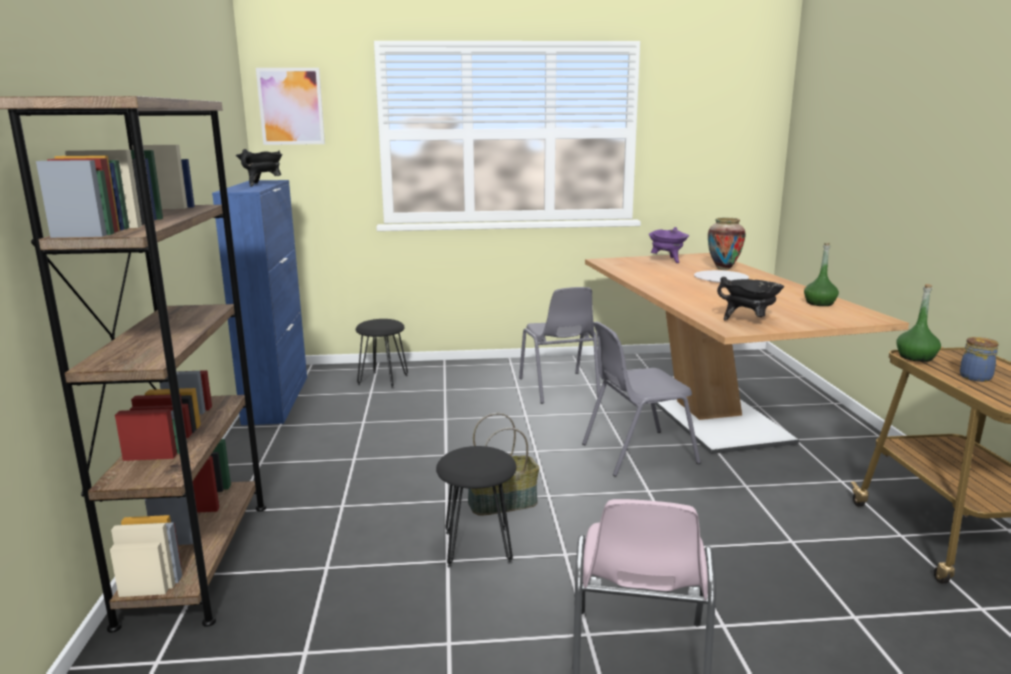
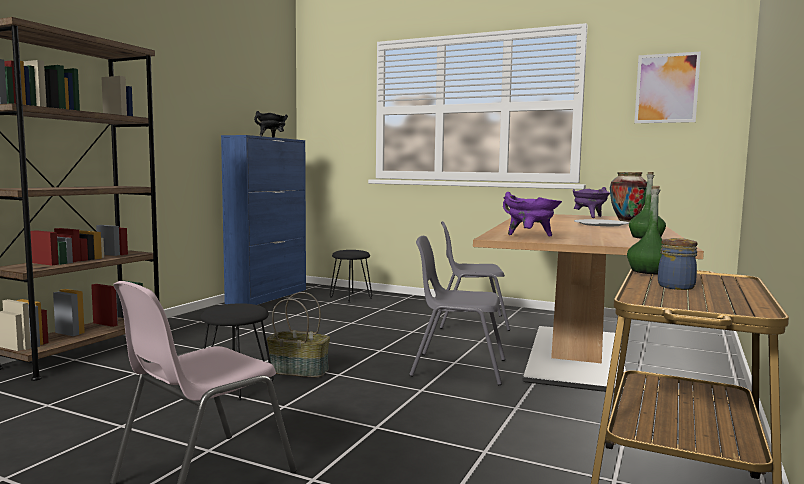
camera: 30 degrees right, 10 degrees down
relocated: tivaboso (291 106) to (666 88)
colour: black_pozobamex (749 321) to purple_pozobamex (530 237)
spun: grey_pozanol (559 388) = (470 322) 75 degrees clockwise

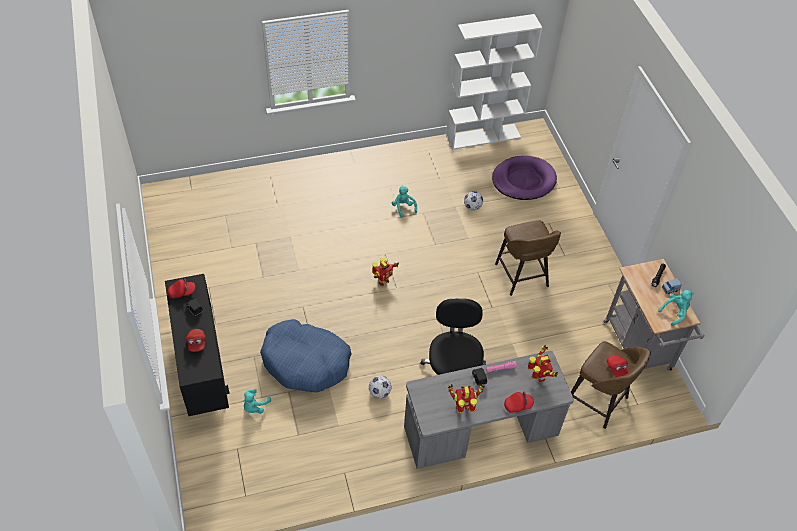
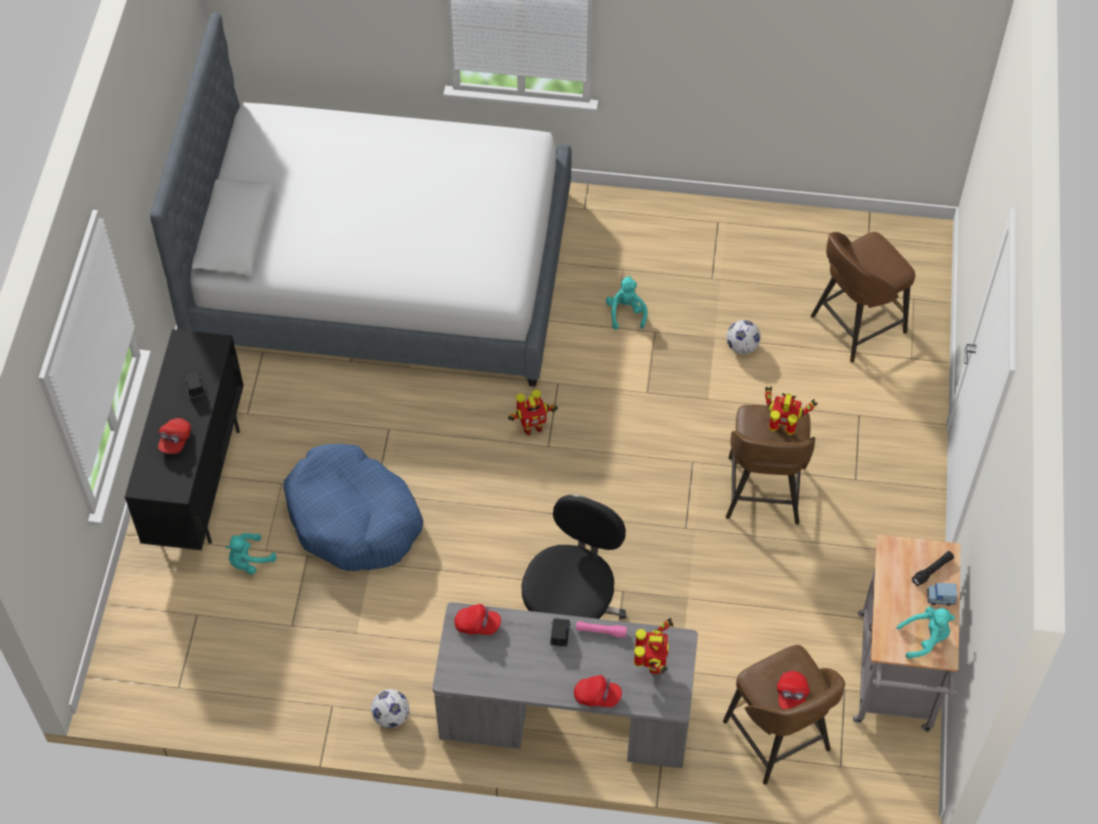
camera: 25 degrees right, 5 degrees up
missing: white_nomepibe (483 136)
appeared: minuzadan (381 268)
relocated: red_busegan (182 292) to (477 625); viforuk (379 392) to (391 716); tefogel (463 408) to (783 429)
exchanged: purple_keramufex (523 180) to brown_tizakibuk (855 325)

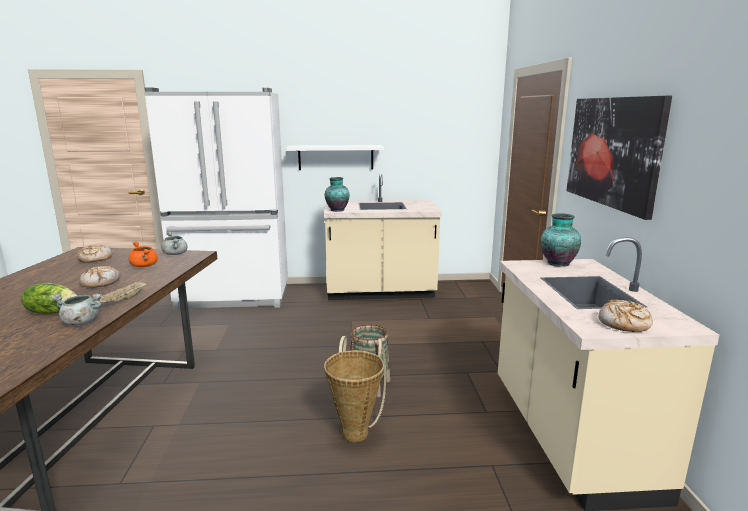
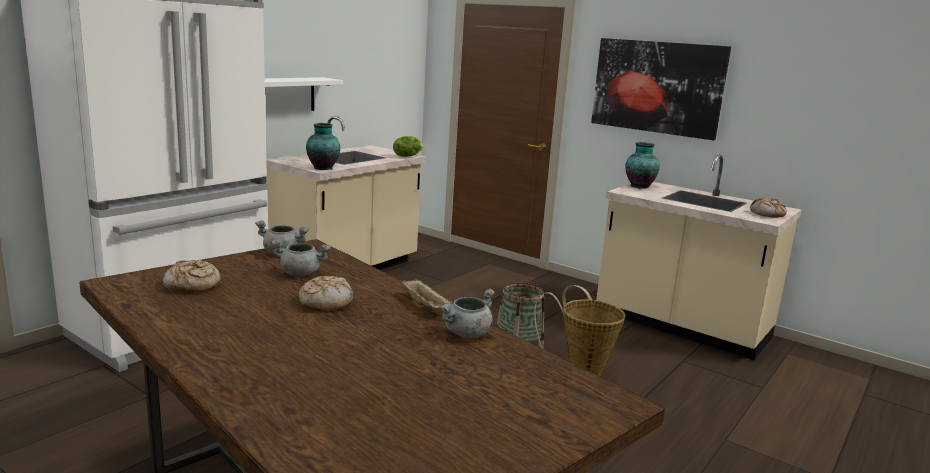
camera: 50 degrees left, 0 degrees up
relocated: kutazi (52 312) to (407 156)
colour: orange_pozobamex (145 266) to grey_pozobamex (301 273)

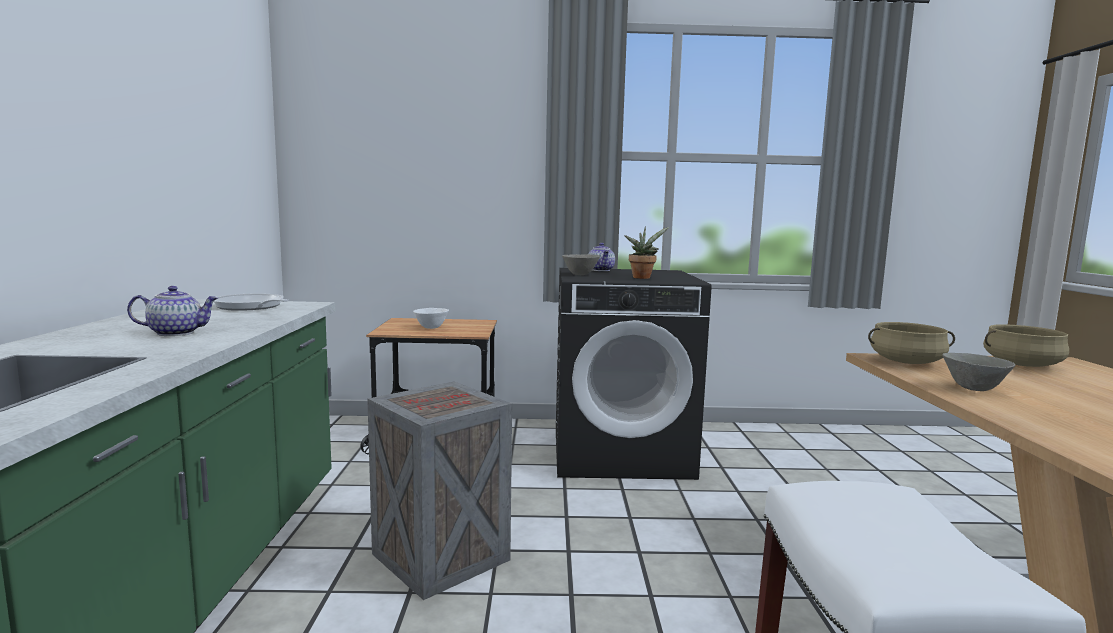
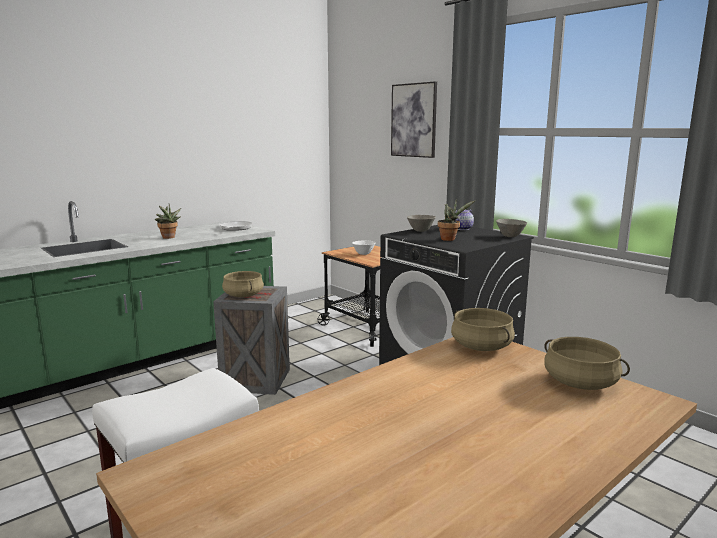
camera: 50 degrees right, 5 degrees up
appeared: beige_pozobamex (244 295); tivaboso (414 120)
relocated: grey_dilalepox (974 389) to (510 236)
exchanged: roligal (177 333) to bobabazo (169 237)

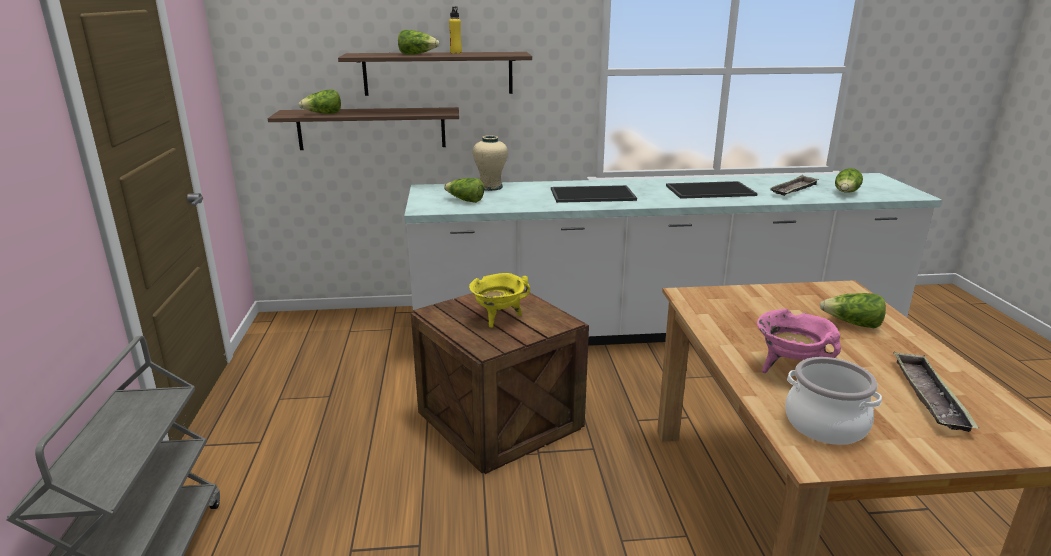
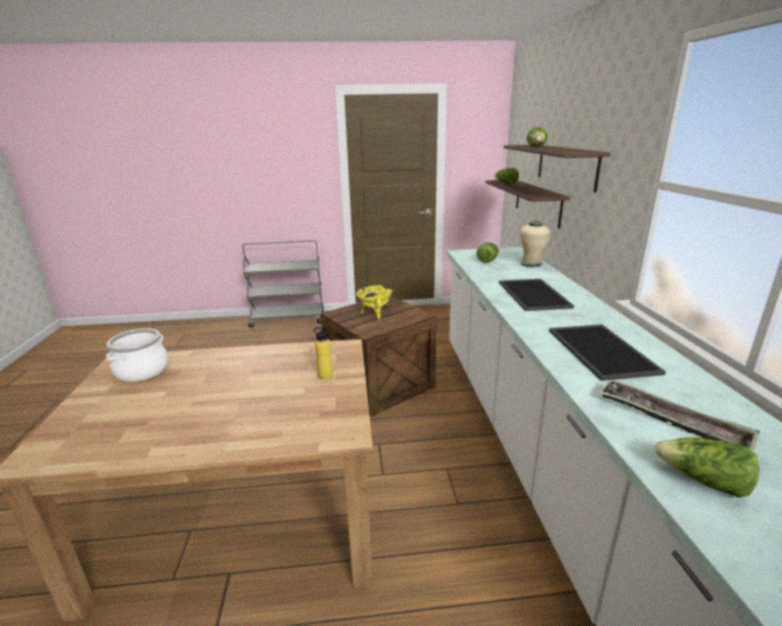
camera: 90 degrees right, 0 degrees up
missing: pink_pozobamex (790 370); kutazi (852 324); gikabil (929 396)
relocated: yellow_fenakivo (456 53) to (325 375)

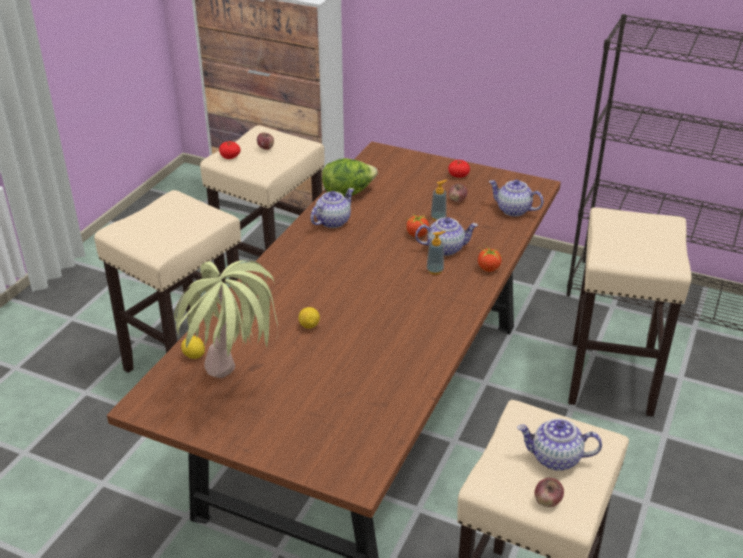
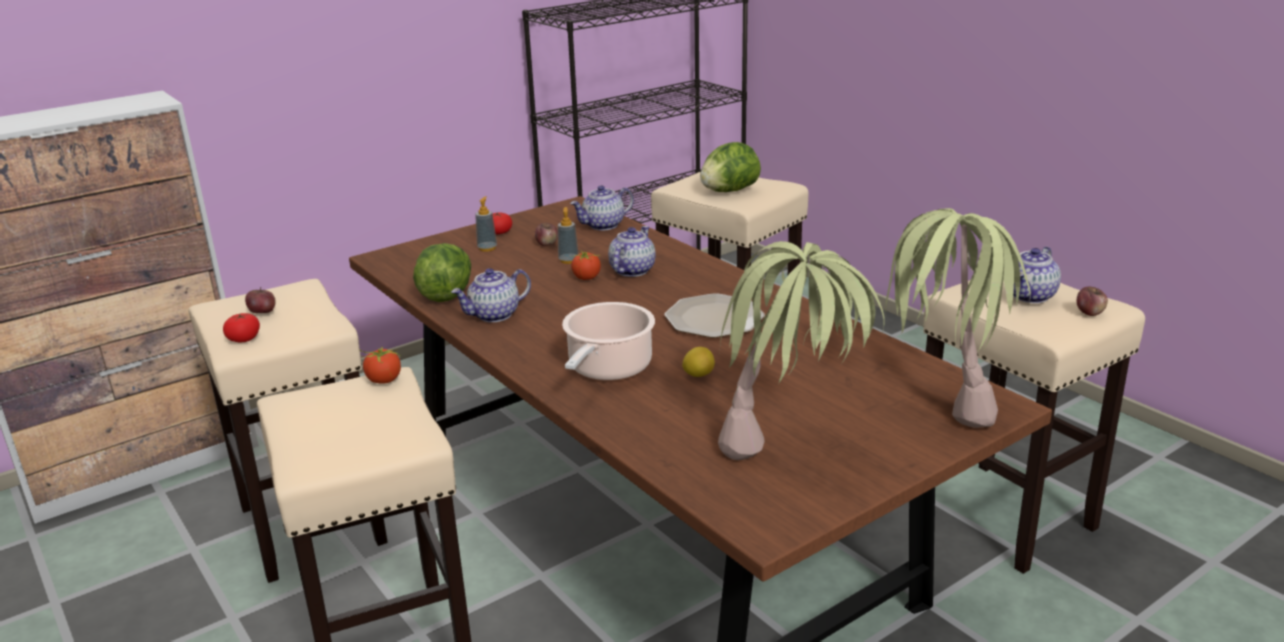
camera: 60 degrees left, 10 degrees down
missing: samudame (194 356)
appeared: pozobamex (608 368); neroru (714 318); kutazi (729 191); bobabazo (941 401)
relocated: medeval (435 270) to (487 248); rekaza (488 268) to (383 380)
spun: roligal (332 221) = (494 315) 105 degrees counterclockwise

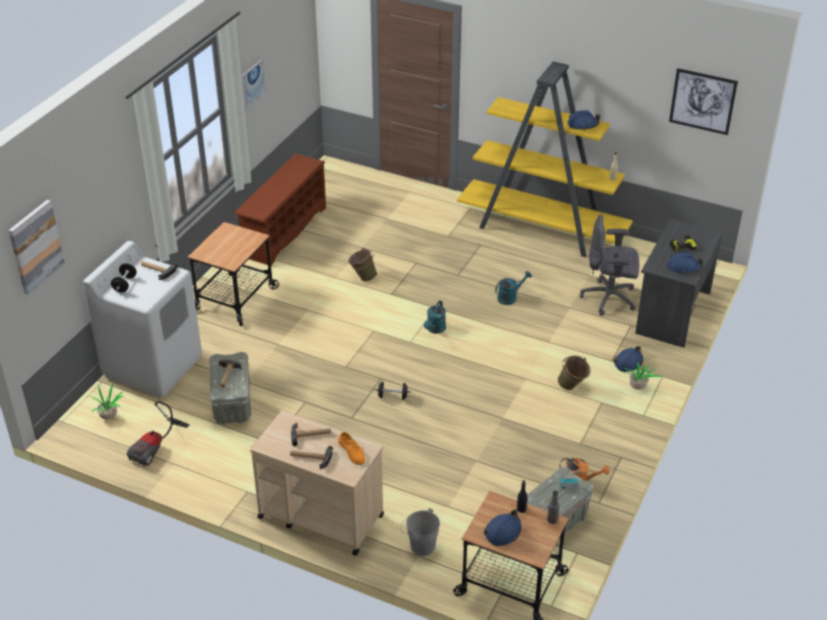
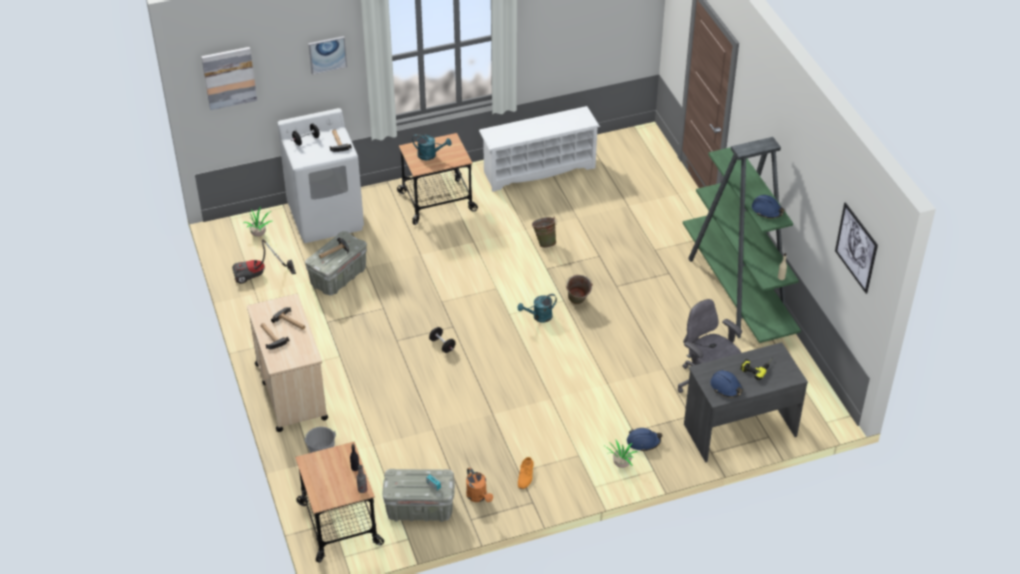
camera: 45 degrees right, 5 degrees up
missing: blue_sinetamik (503 532)
relocated: tivaboso (252 83) to (327 54); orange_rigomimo (352 452) to (526 475); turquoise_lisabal (510 297) to (430 155); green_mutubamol (572 387) to (577 303)
colour: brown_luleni (284 231) to white_luleni (539 169); yellow_nomepibe (542 230) to green_nomepibe (737 293)

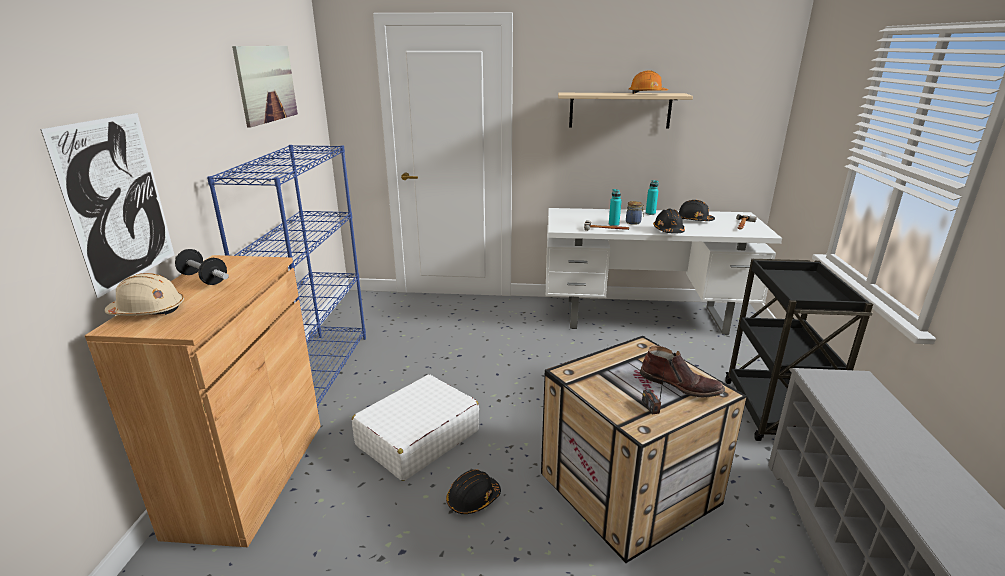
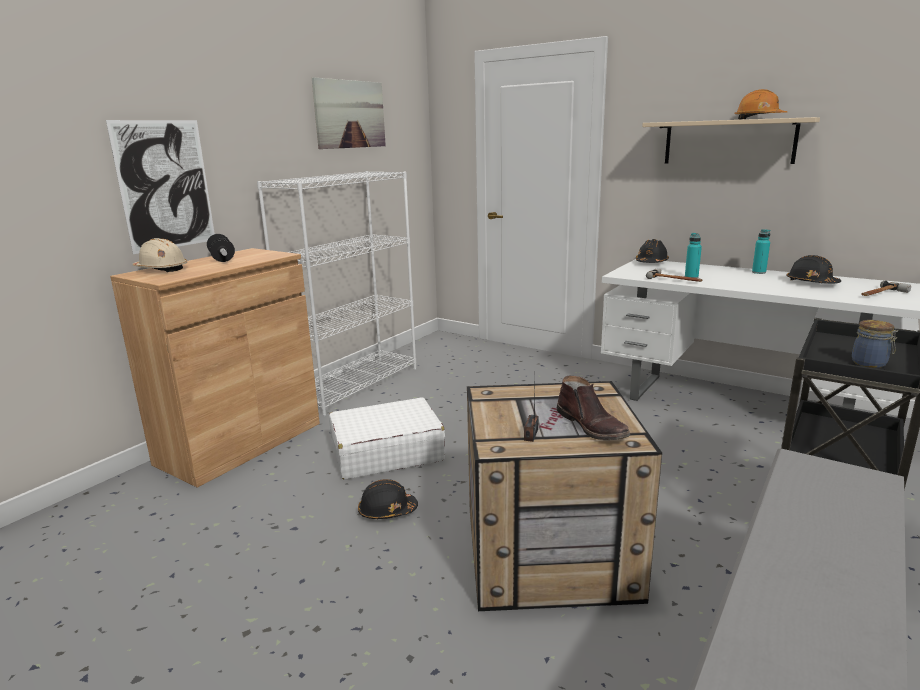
camera: 30 degrees right, 5 degrees down
relocated: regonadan (634 222) to (870 363); black_sinetamik (668 231) to (651 263)
colour: blue_nomepibe (318 371) to white_nomepibe (355 385)

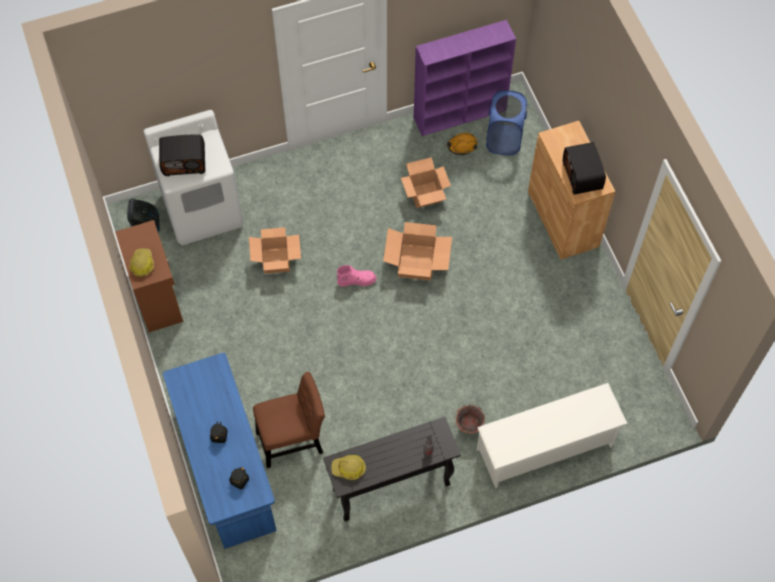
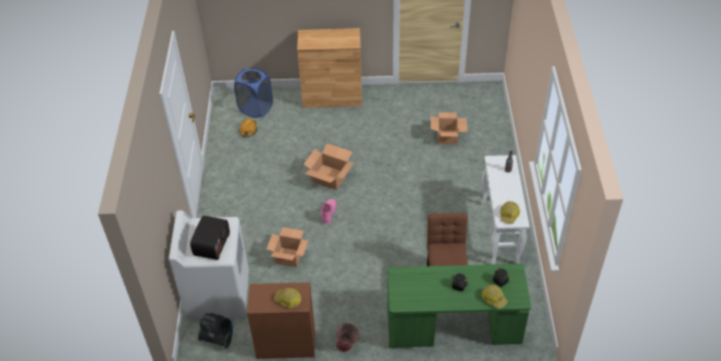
camera: 70 degrees left, 15 degrees down
missing: purple_nomepibe (460 113); white_luleni (545 448); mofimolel (583 175)
appeared: sinetamik (493 298)
relocated: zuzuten (425 194) to (447 137); mutubamol (467 429) to (347 347)
colour: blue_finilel (226 467) to green_finilel (453 329); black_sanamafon (390 487) to white_sanamafon (500 234)

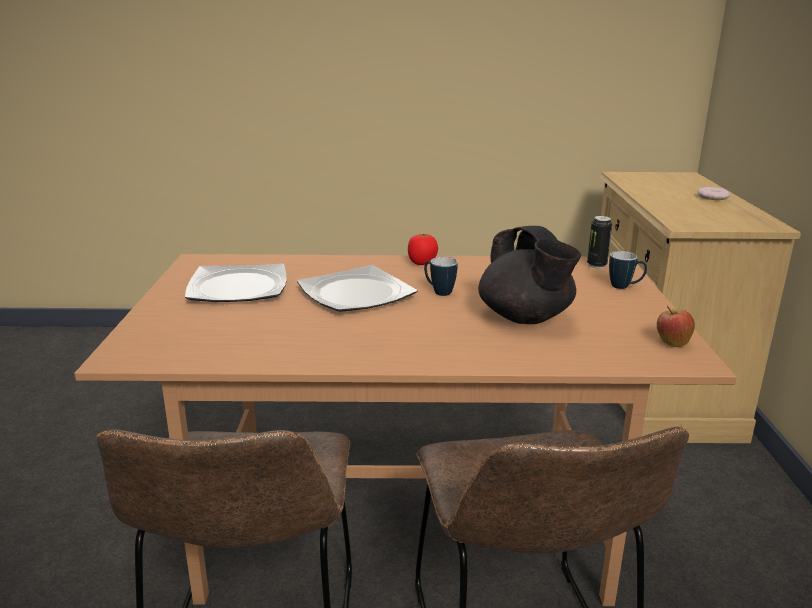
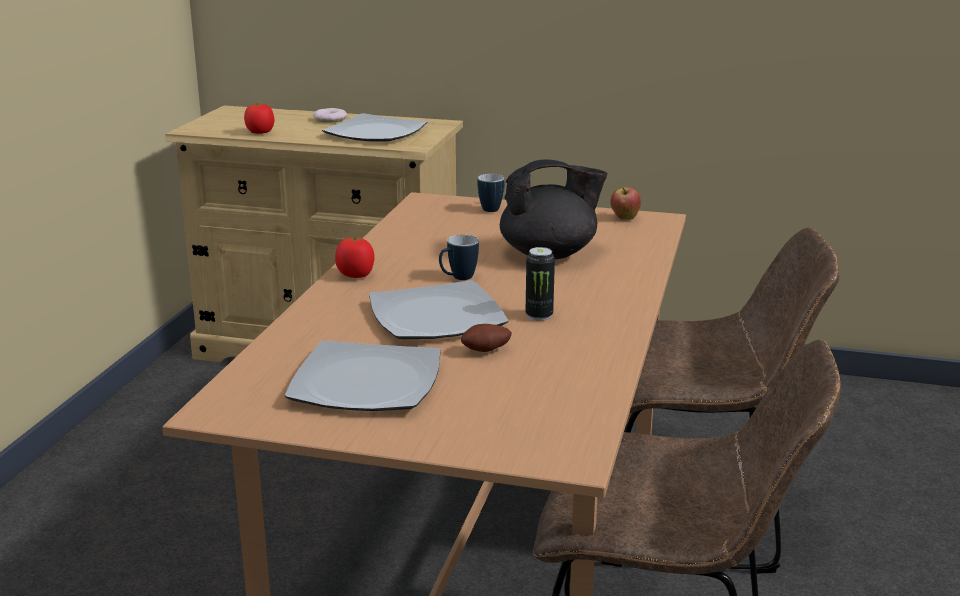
camera: 75 degrees left, 0 degrees up
appeared: rekaza (260 133); neroru (376 133); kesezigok (486 351)
relocated: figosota (596 265) to (539 316)

